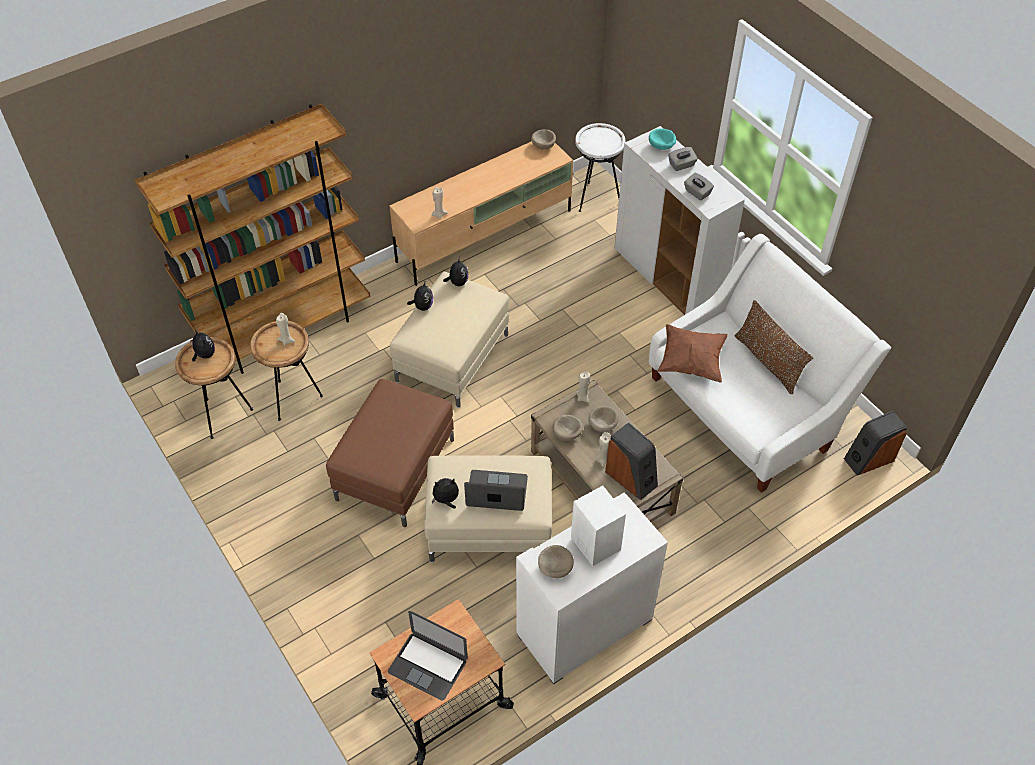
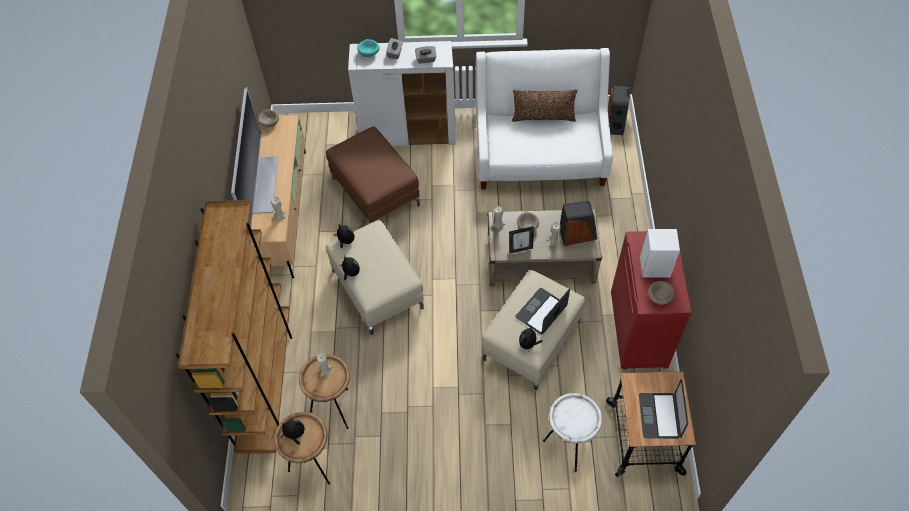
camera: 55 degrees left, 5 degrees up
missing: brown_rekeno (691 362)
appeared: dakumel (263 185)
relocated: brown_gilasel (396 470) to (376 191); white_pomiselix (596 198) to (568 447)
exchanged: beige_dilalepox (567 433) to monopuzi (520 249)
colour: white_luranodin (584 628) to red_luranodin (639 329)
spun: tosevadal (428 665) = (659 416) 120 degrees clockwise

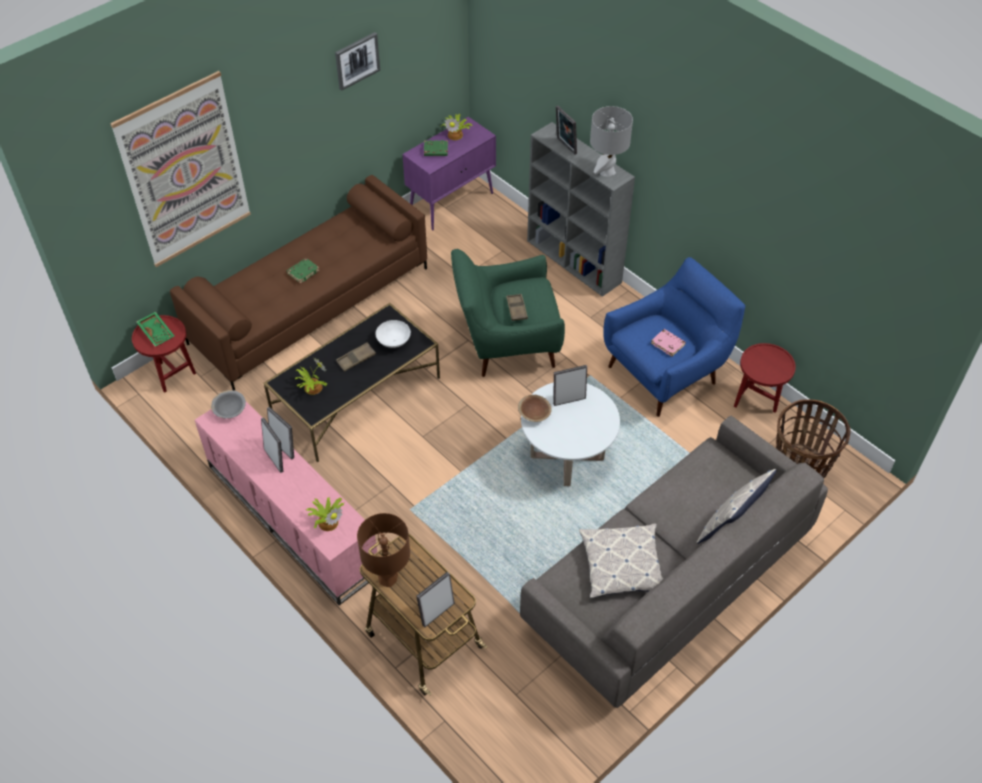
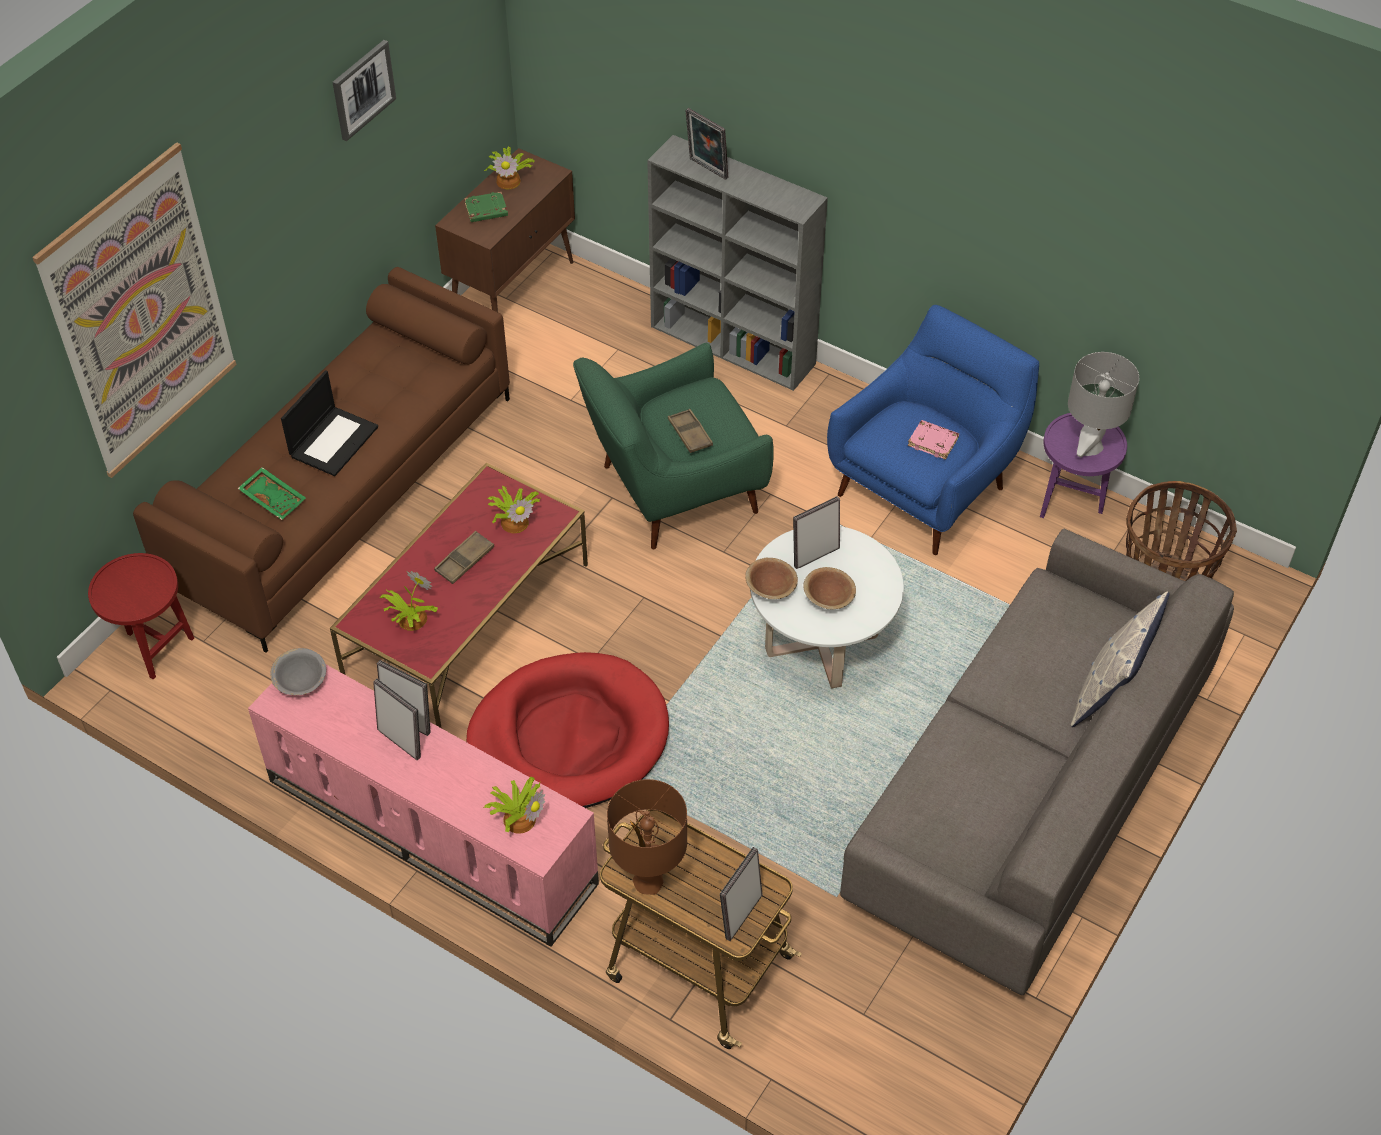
camera: 15 degrees left, 0 degrees up
missing: rekeno (622 565)
appeared: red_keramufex (568 738); brown_dilalepox (829 597)
relocated: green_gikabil (157 332) to (274 498); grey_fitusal (607 171) to (1089 447)
exchanged: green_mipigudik (303 272) to tosevadal (333 440); white_dilalepox (394 341) to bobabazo (515 521)
colour: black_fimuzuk (356 396) to red_fimuzuk (467 620); purple_luranodin (452 202) to brown_luranodin (513 288); red_pomiselix (757 402) to purple_pomiselix (1071 503)

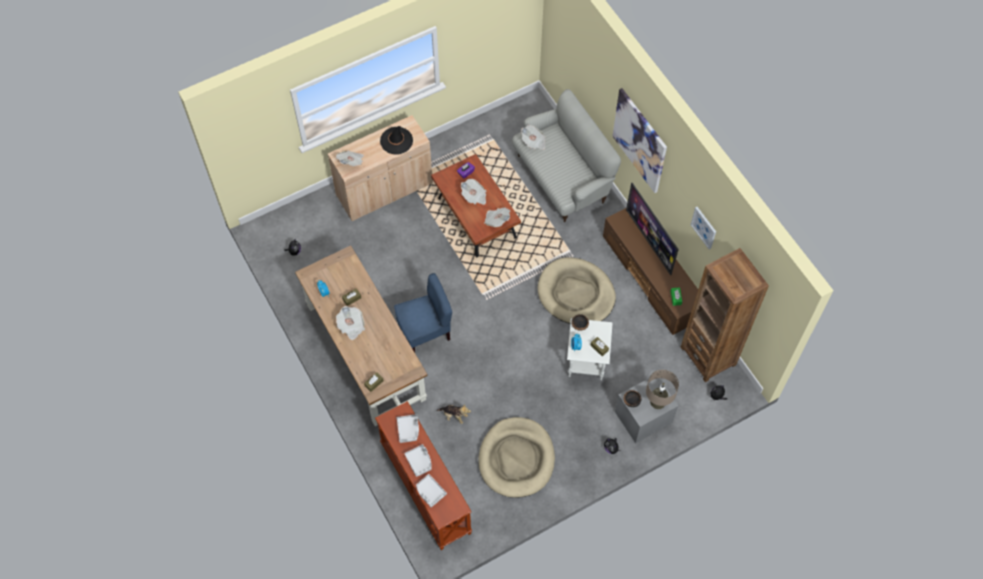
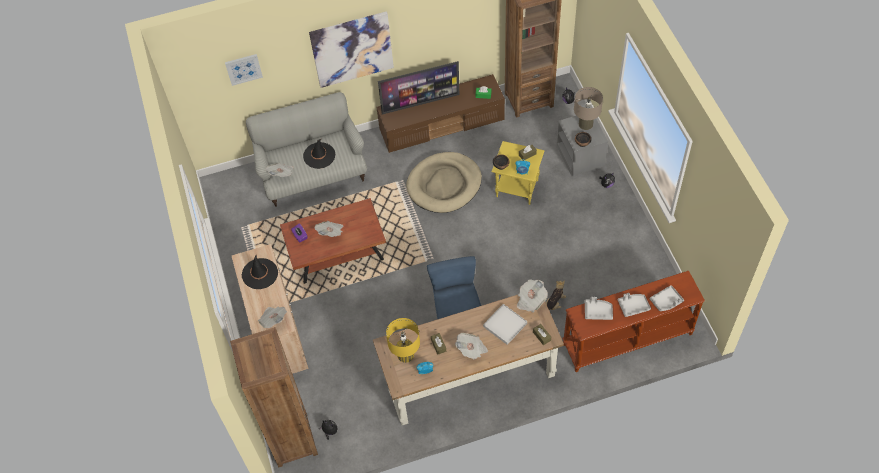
camera: 75 degrees left, 5 degrees down
missing: beige_keramufex (516 459)
appeared: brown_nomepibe (292 439); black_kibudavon (319 155); yellow_fitusal (405 354); white_gikabil (505 325)
relocated: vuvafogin (496 220) to (530 300); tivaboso (704 227) to (243 69)
colour: white_pomiselix (586 362) to yellow_pomiselix (517 188)

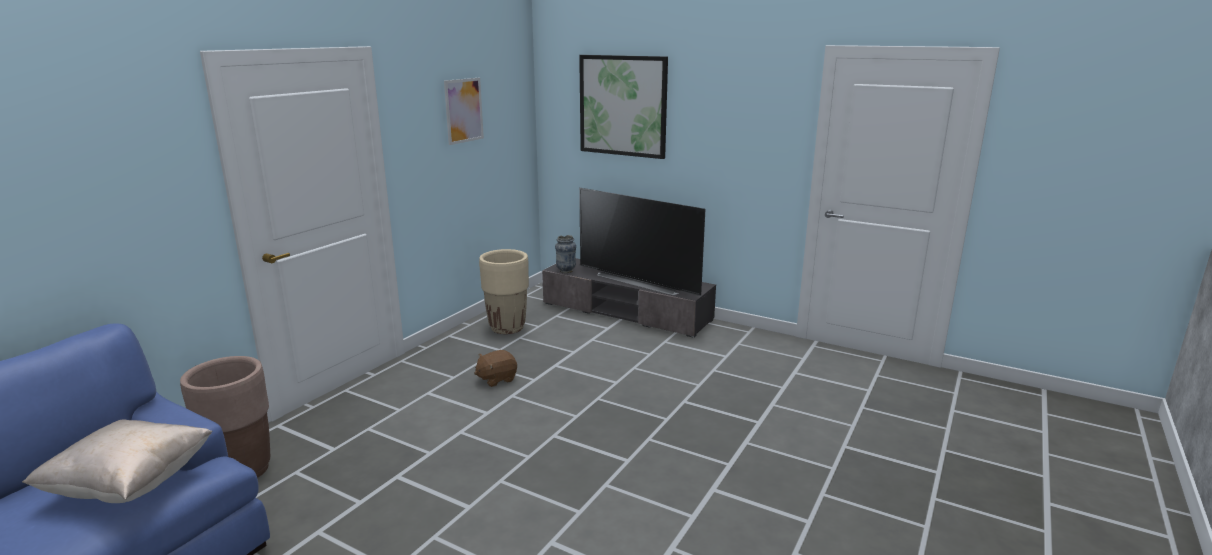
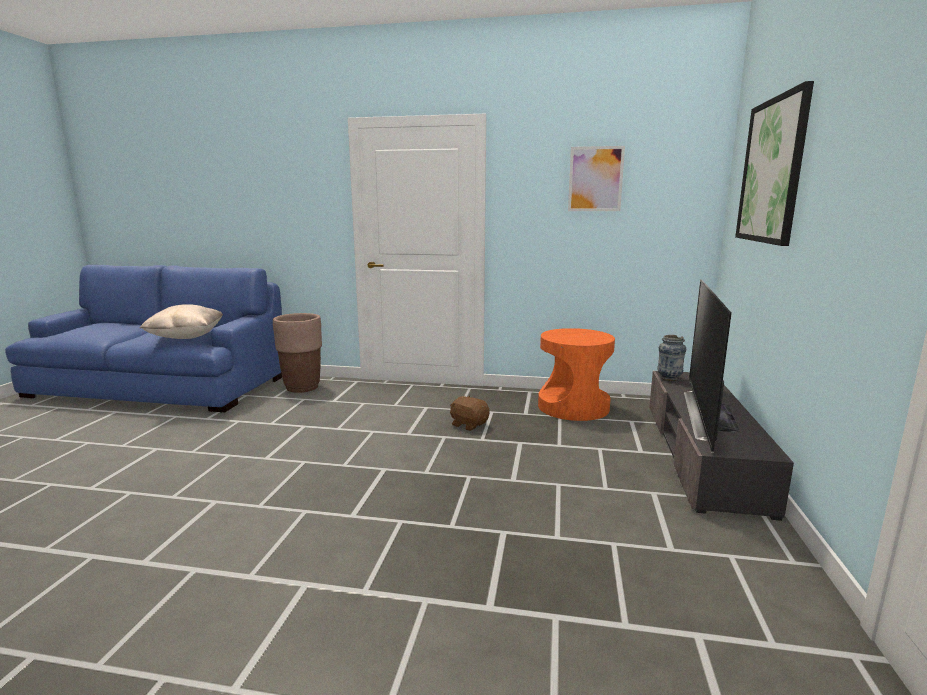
camera: 70 degrees right, 5 degrees down
exchanged: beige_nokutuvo (507 328) to orange_pomiselix (573 407)

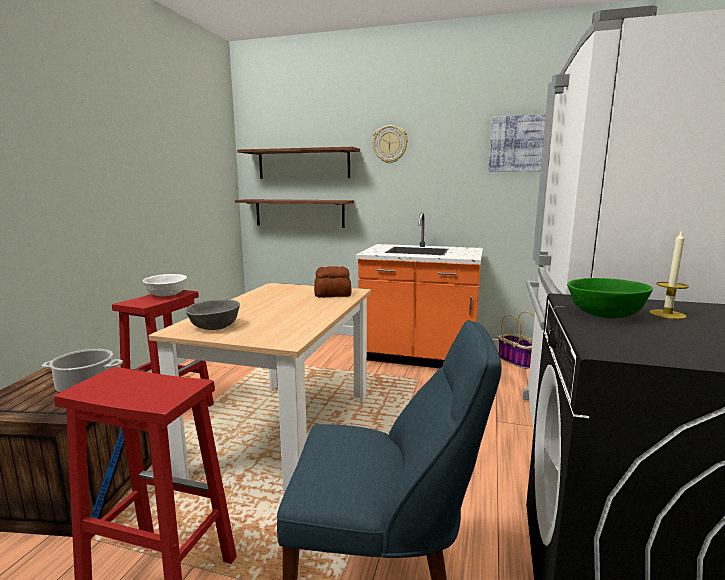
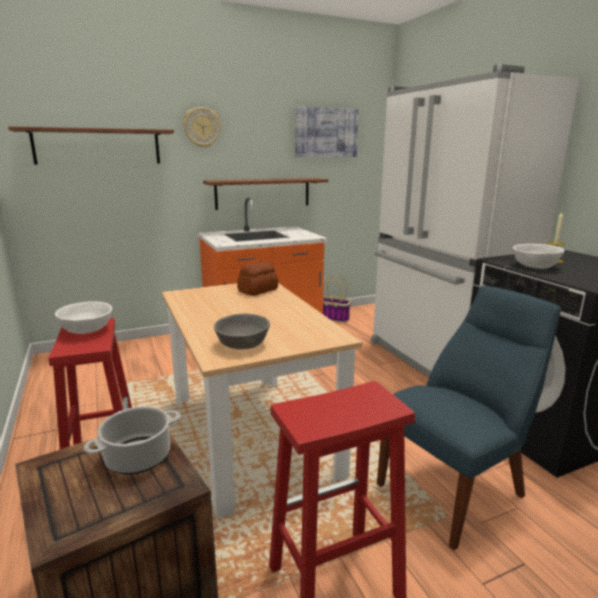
camera: 40 degrees left, 5 degrees up
relocated: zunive (299 213) to (263 193)
colour: green_dilalepox (604 314) to white_dilalepox (535 266)

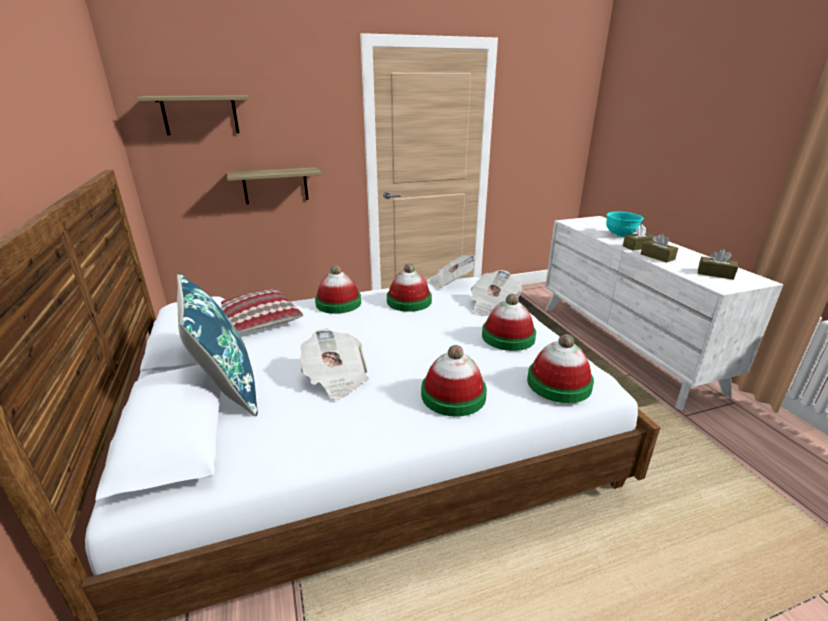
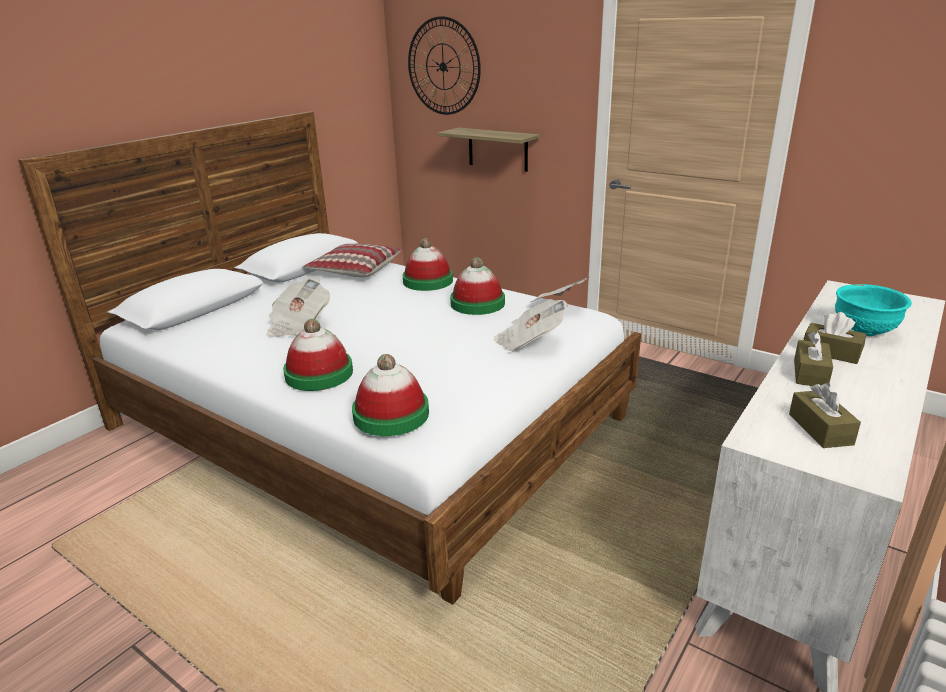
camera: 55 degrees right, 0 degrees up
missing: blue_rekeno (226 388); kibudavon (508 337)
exchanged: zunive (200 115) to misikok (443 66)

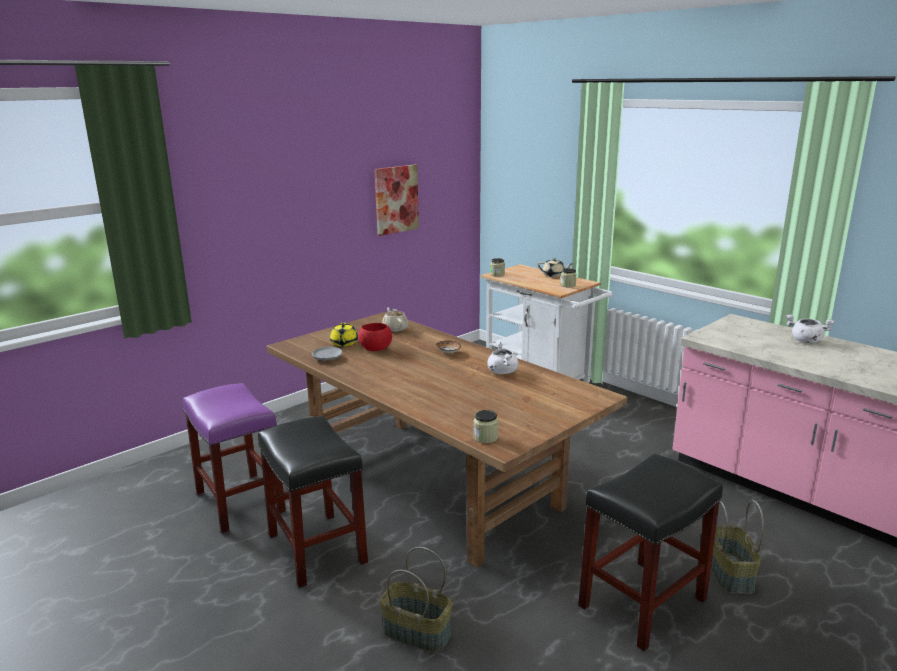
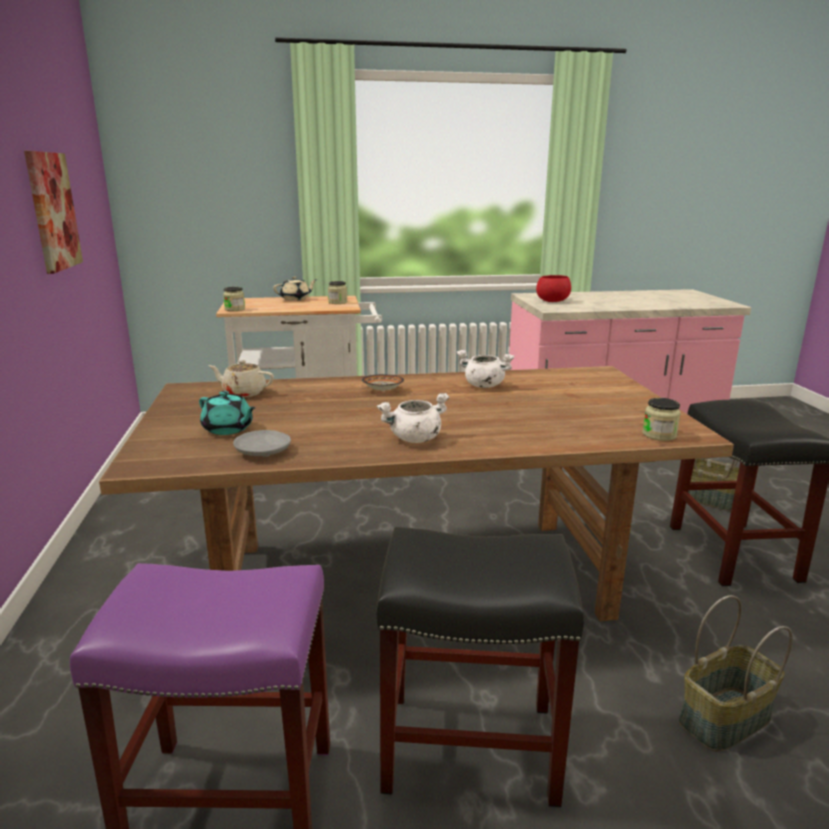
camera: 55 degrees left, 0 degrees up
relocated: red_dilalepox (376 349) to (552 301); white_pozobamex (805 341) to (414 439)
colour: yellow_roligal (344 343) to turquoise_roligal (228 429)

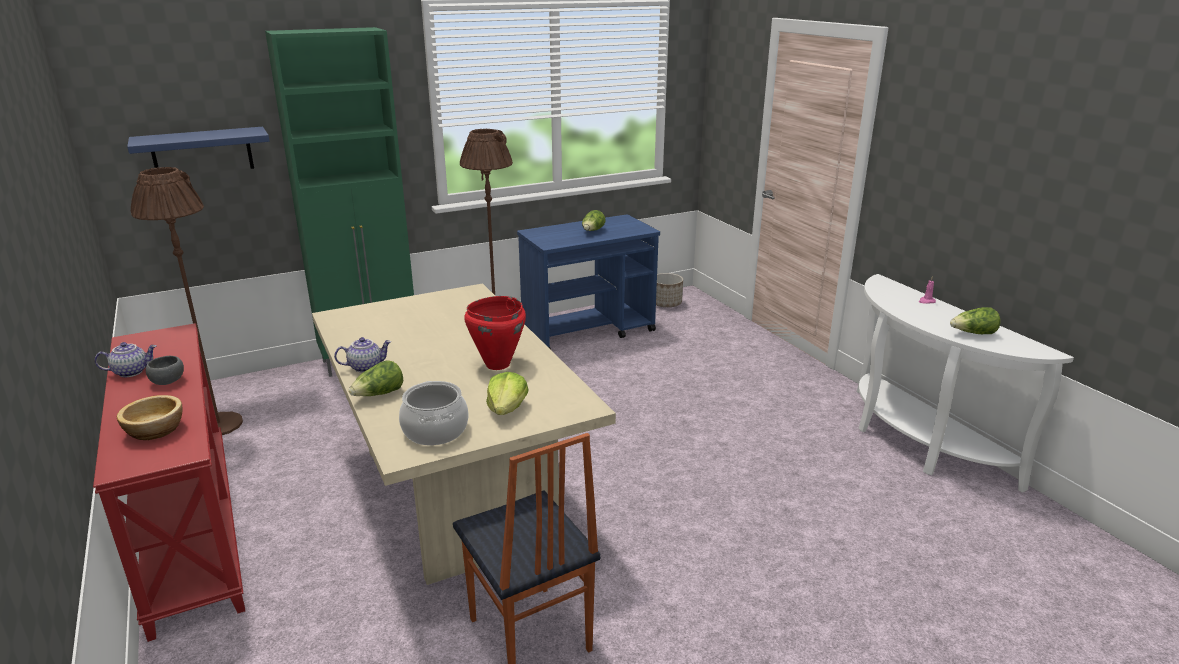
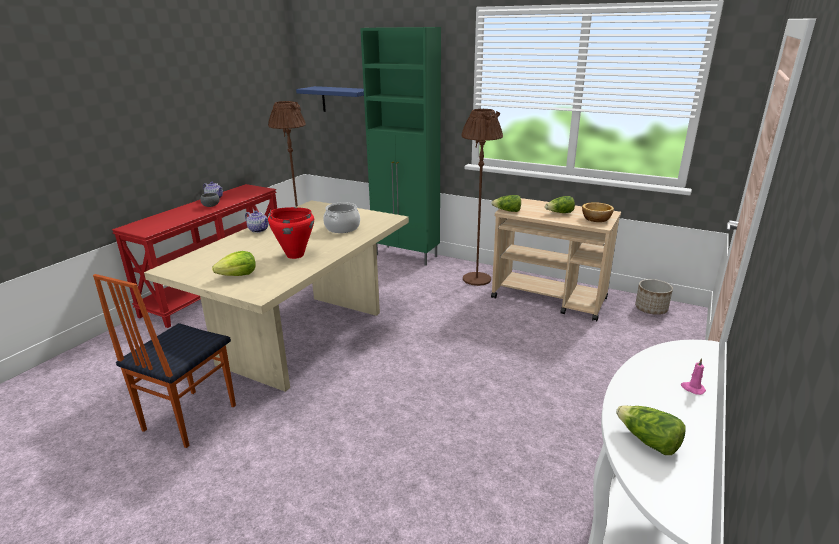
camera: 55 degrees right, 0 degrees up
relocated: dilalepox (156 430) to (596 219); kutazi (379 394) to (507 211); pozobamex (436 430) to (342 228)
colour: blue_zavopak (589 331) to beige_zavopak (549 298)

